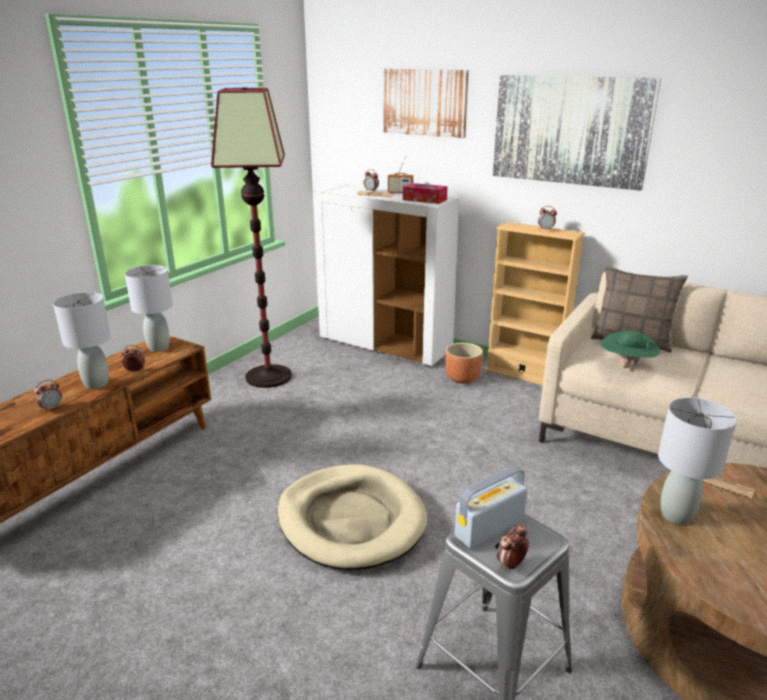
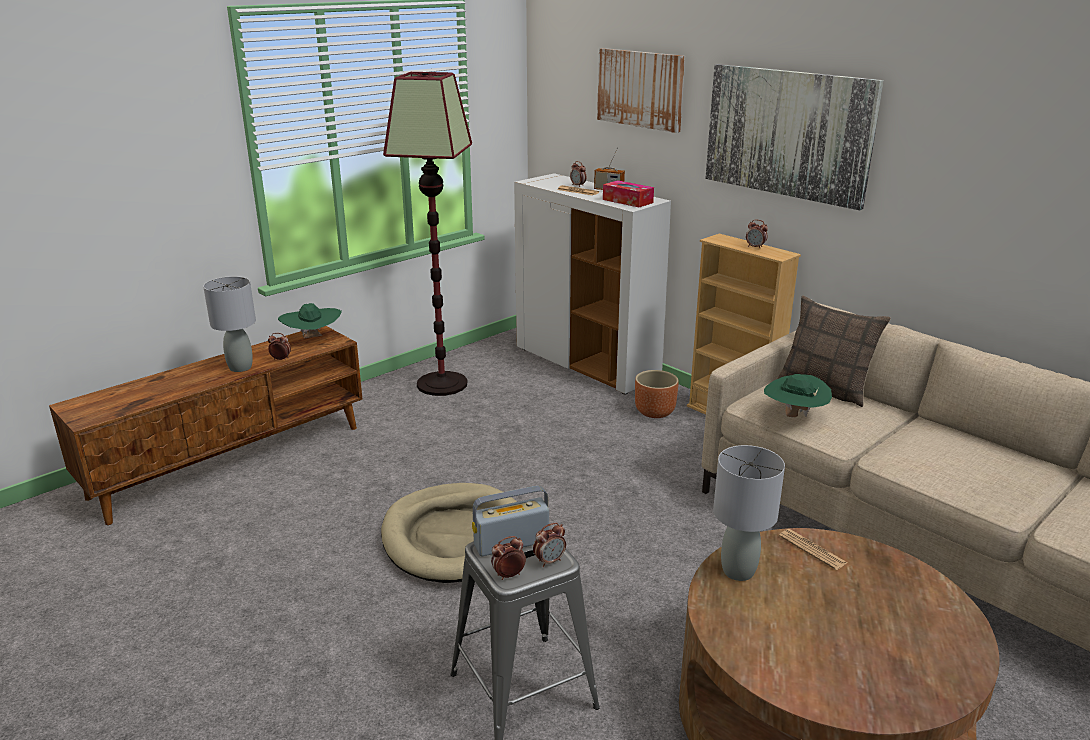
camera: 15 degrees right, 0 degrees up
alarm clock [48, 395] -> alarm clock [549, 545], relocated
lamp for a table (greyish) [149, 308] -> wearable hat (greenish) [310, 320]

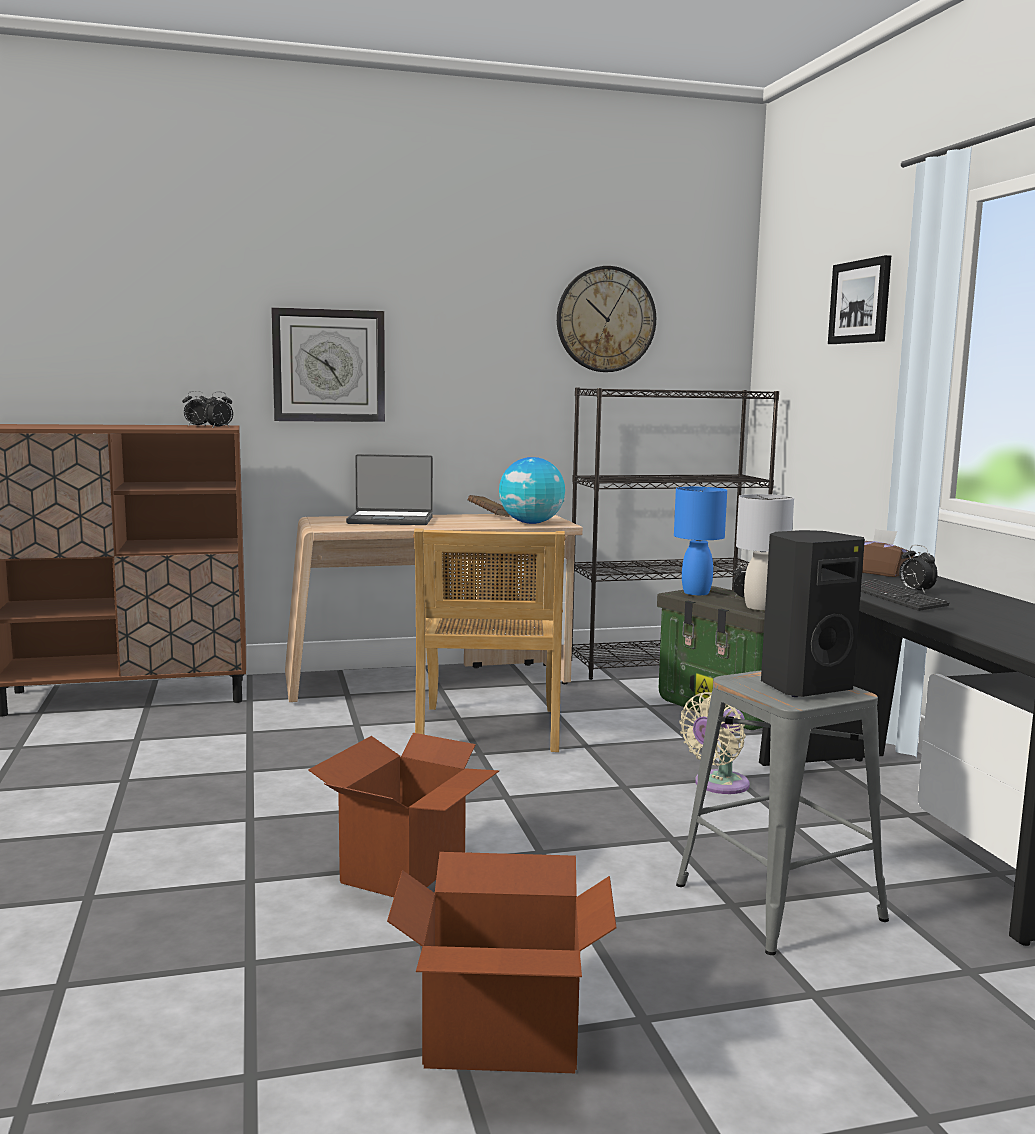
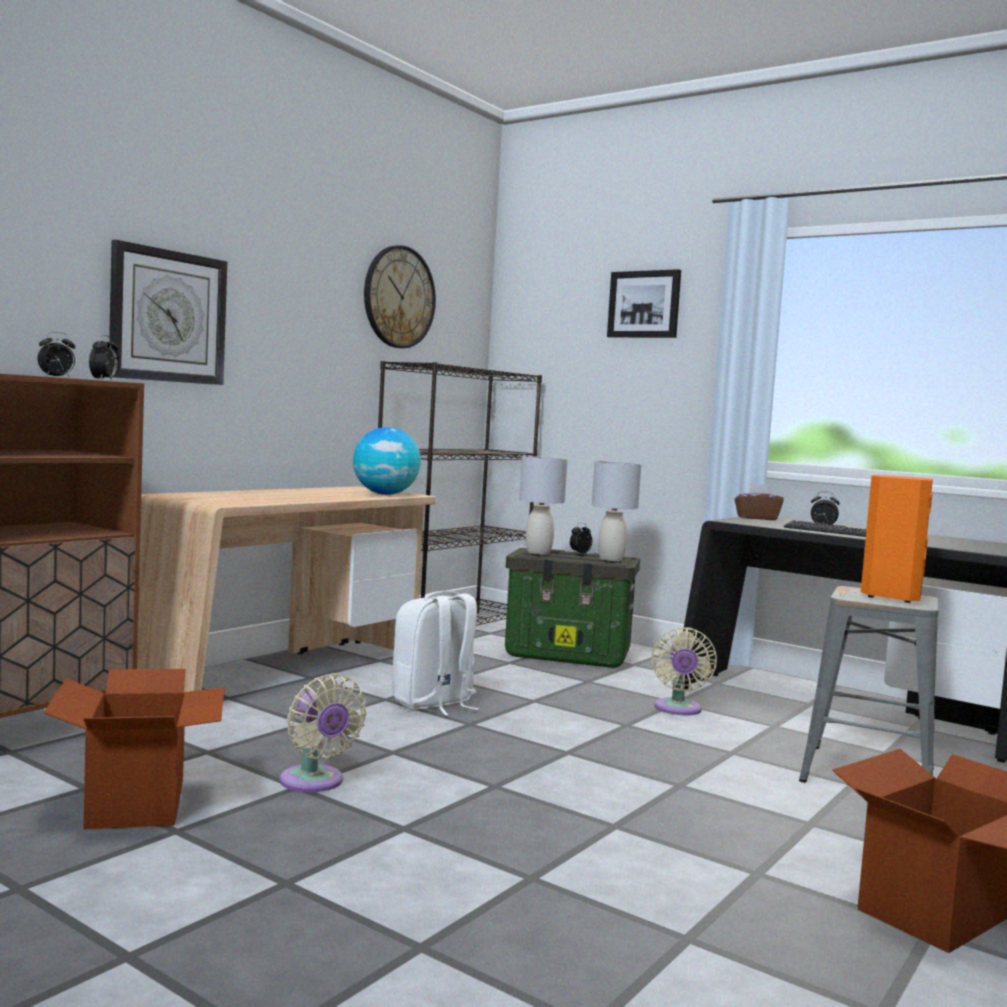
camera: 40 degrees left, 5 degrees down
notebook computer [389, 489] -> none
book (brown) [489, 506] -> none
none -> cooling fan (beige-coloured) [323, 732]
cardboard box [403, 815] -> cardboard box [134, 749], relocated
chair (beige-coloured) [490, 640] -> backpack (white-coloured) [435, 653]
lamp for a table (blue-coloured) [700, 541] -> lamp for a table (greyish) [543, 505]
loudspeaker (blackish) [813, 613] -> loudspeaker (orangey) [897, 539]

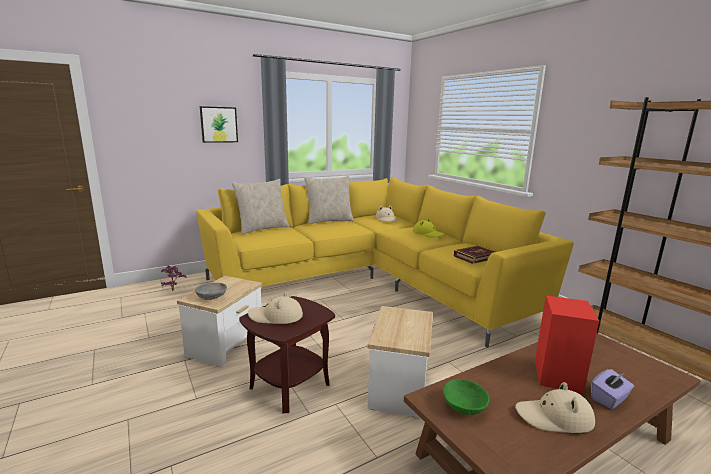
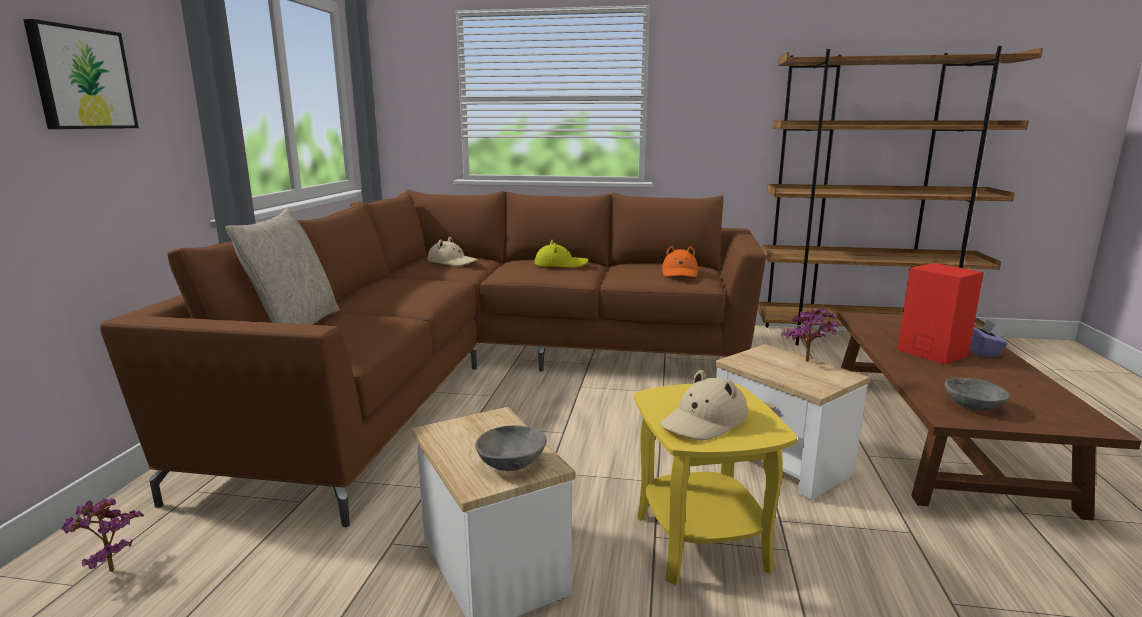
camera: 50 degrees left, 0 degrees up
cushion (beige-coloured) [329, 200] -> none
wearable hat (beige-coloured) [555, 407] -> none
none -> potted plant [809, 334]
book [475, 254] -> wearable hat (orangey) [680, 261]
couch (yellow) [385, 262] -> couch (brown) [433, 358]
end table (brown) [287, 354] -> end table (yellow) [715, 484]
serving bowl (greenish) [466, 397] -> serving bowl (greyish) [977, 394]

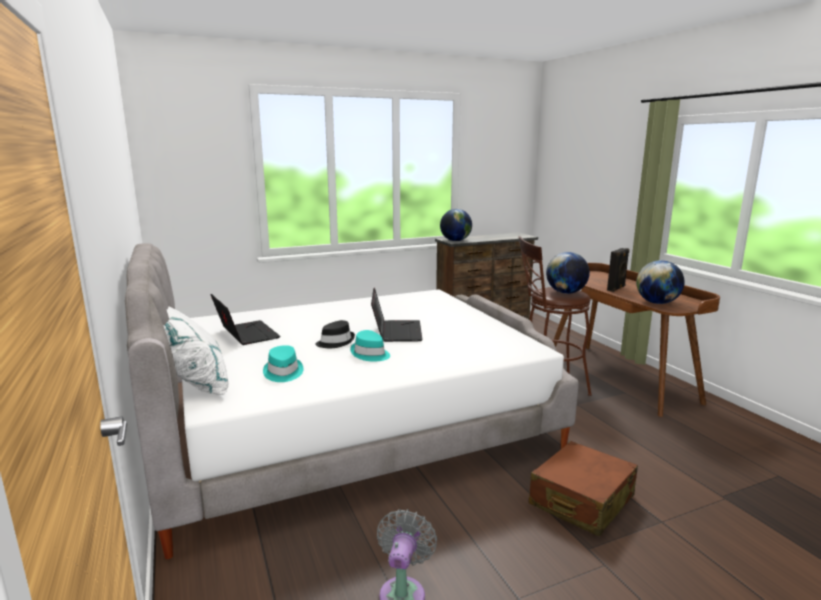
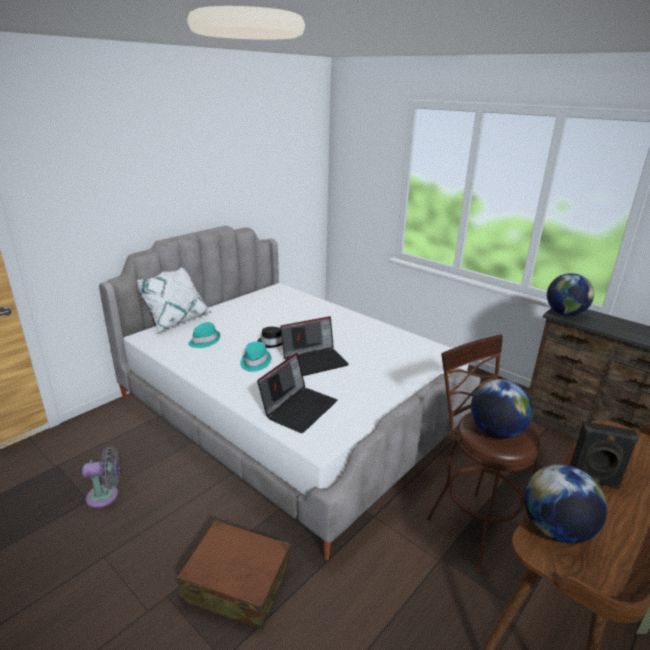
camera: 65 degrees right, 10 degrees up
notebook computer [245, 319] -> notebook computer [297, 393], relocated

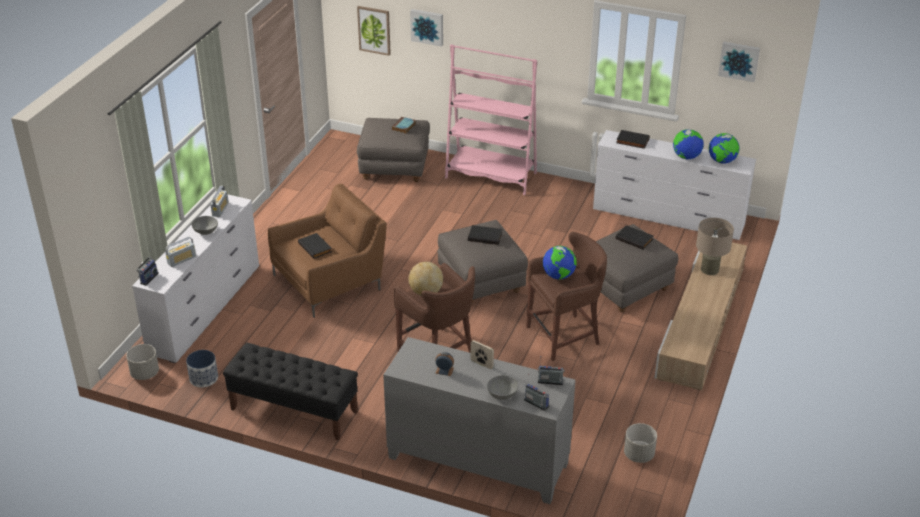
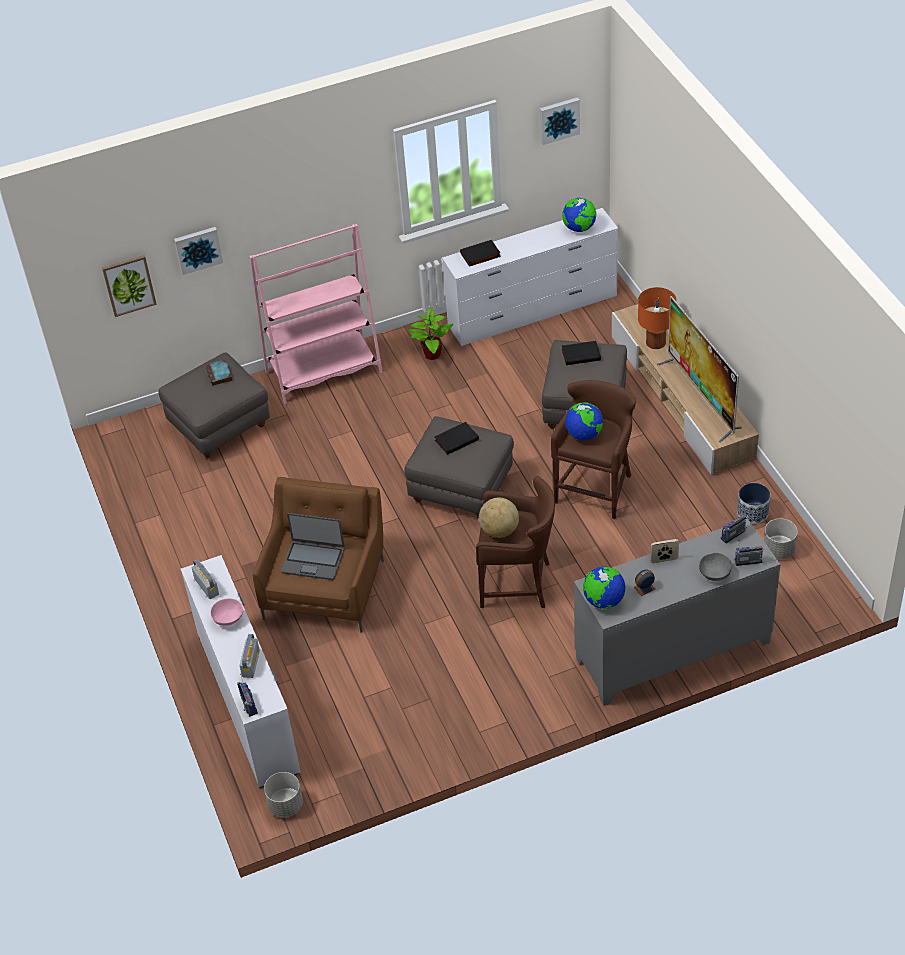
camera: 40 degrees left, 10 degrees up
long seat (blackish) [290, 392] -> none
none -> potted plant [430, 333]
none -> TV [699, 369]
flower pot [202, 368] -> flower pot [753, 503], relocated
world globe [688, 144] -> world globe [604, 587], relocated
book (blackish) [315, 246] -> notebook computer [312, 546]
serving bowl (greyish) [205, 225] -> serving bowl (pink-coloured) [227, 612]
lamp for a table (beige-coloured) [715, 246] -> lamp for a table (orangey) [657, 318]

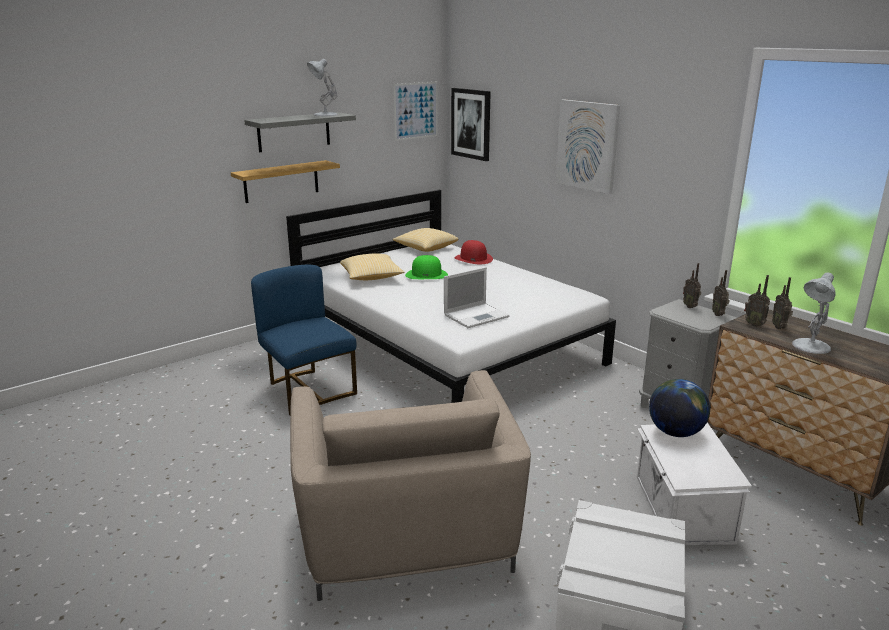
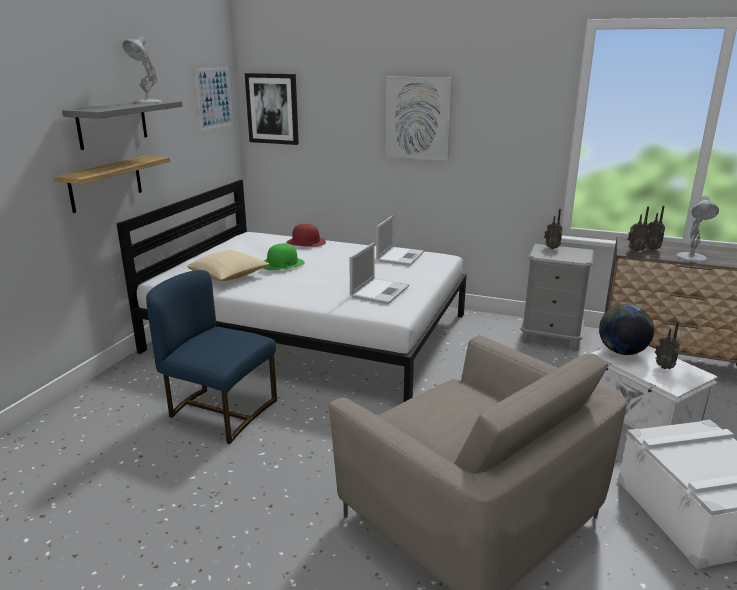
camera: 30 degrees left, 0 degrees up
cushion [425, 240] -> none
none -> notebook computer [400, 240]
radio [721, 293] -> radio [667, 345], relocated

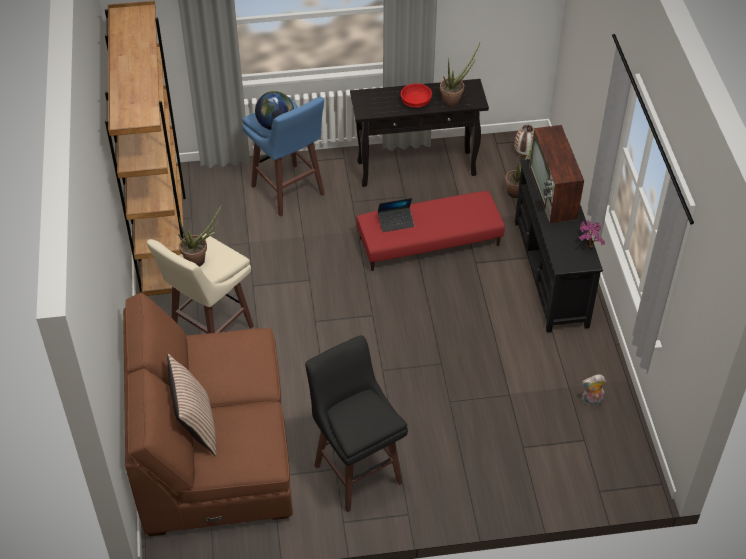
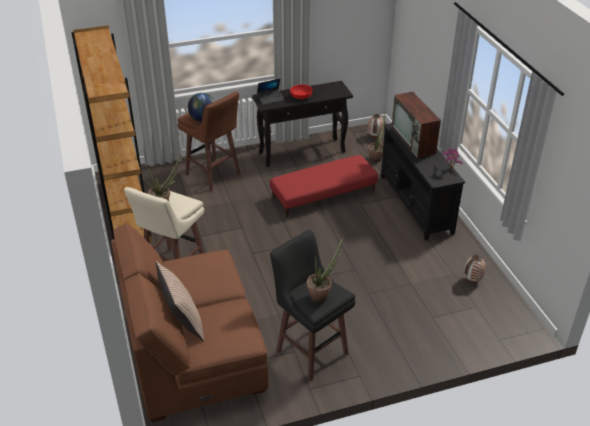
camera: 10 degrees left, 10 degrees down
notebook computer [396, 215] -> notebook computer [270, 92], relocated
potted plant [460, 75] -> potted plant [325, 270], relocated
cuddly toy [594, 389] -> vase [475, 268]
sitting stool (blue-coloured) [283, 157] -> sitting stool (brown) [209, 141]

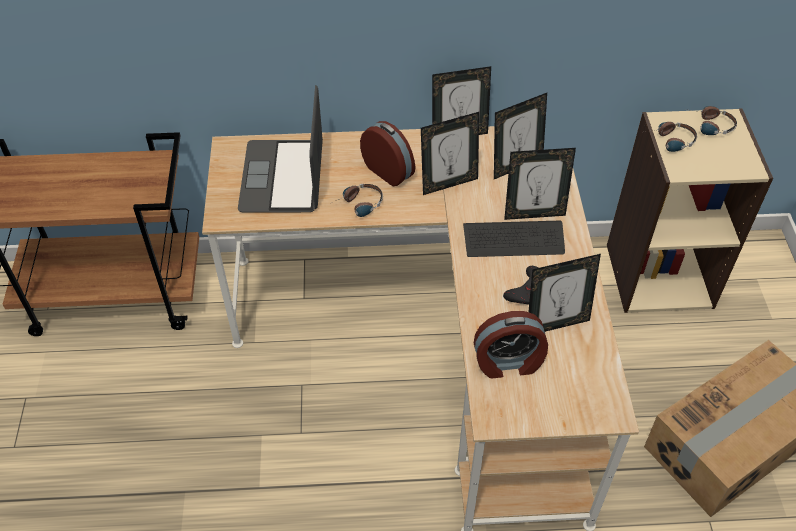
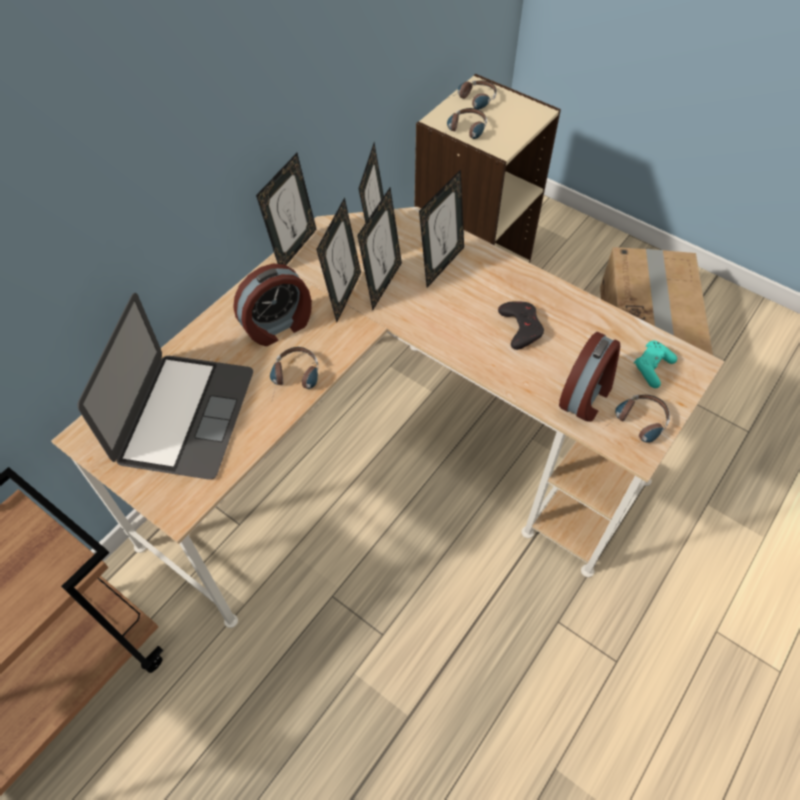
camera: 50 degrees left, 5 degrees up
keyboard [514, 239] -> none
none -> headphones [637, 419]
none -> joypad (blue-green) [655, 364]
photo frame [564, 293] -> photo frame [379, 249], relocated
notebook computer [280, 148] -> notebook computer [165, 386], 120 degrees counterclockwise
alarm clock [388, 153] -> alarm clock [272, 304], 150 degrees clockwise

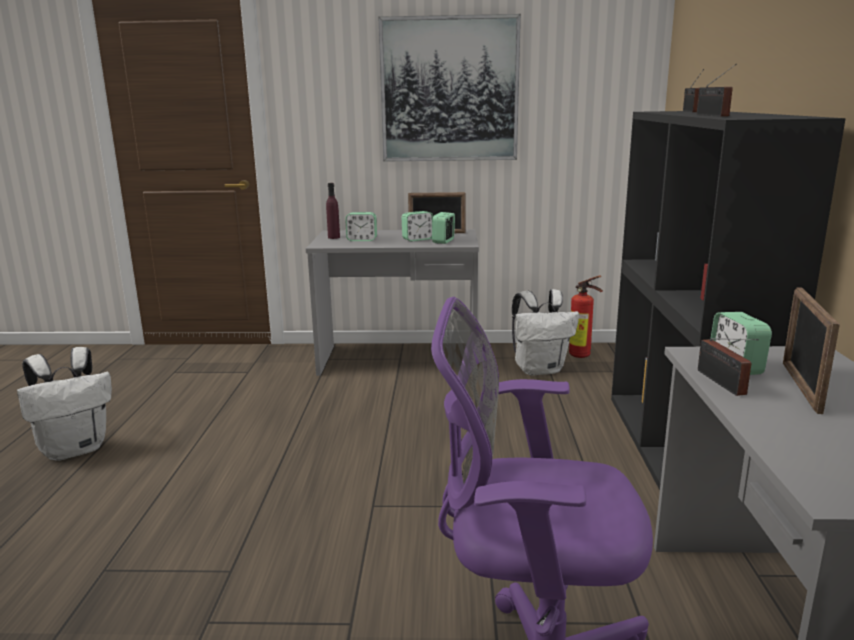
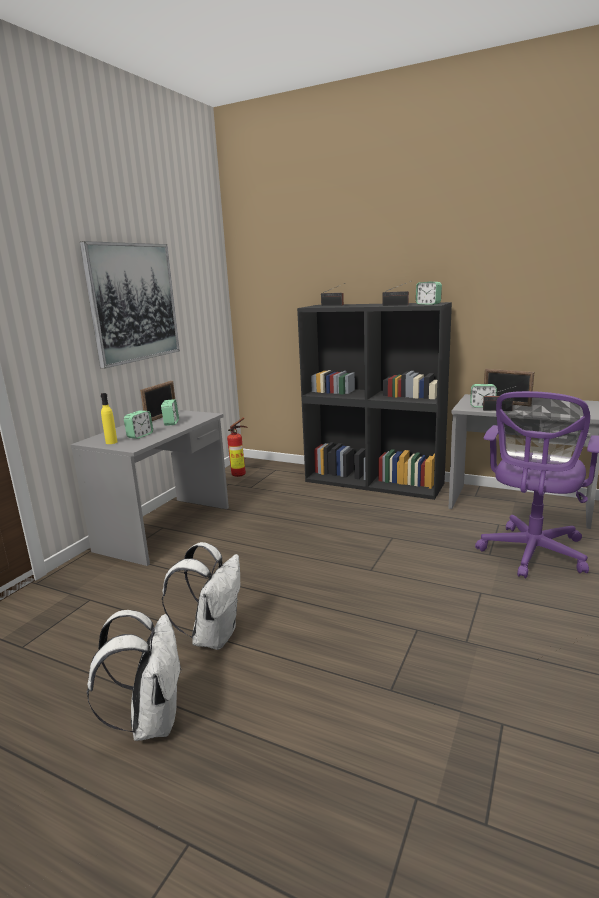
camera: 65 degrees left, 0 degrees up
alarm clock [443, 228] -> alarm clock [429, 293], relocated
backpack (white-coloured) [545, 332] -> backpack (white-coloured) [201, 596], relocated
bottle (purplish) [333, 211] -> bottle (yellow) [109, 418]

